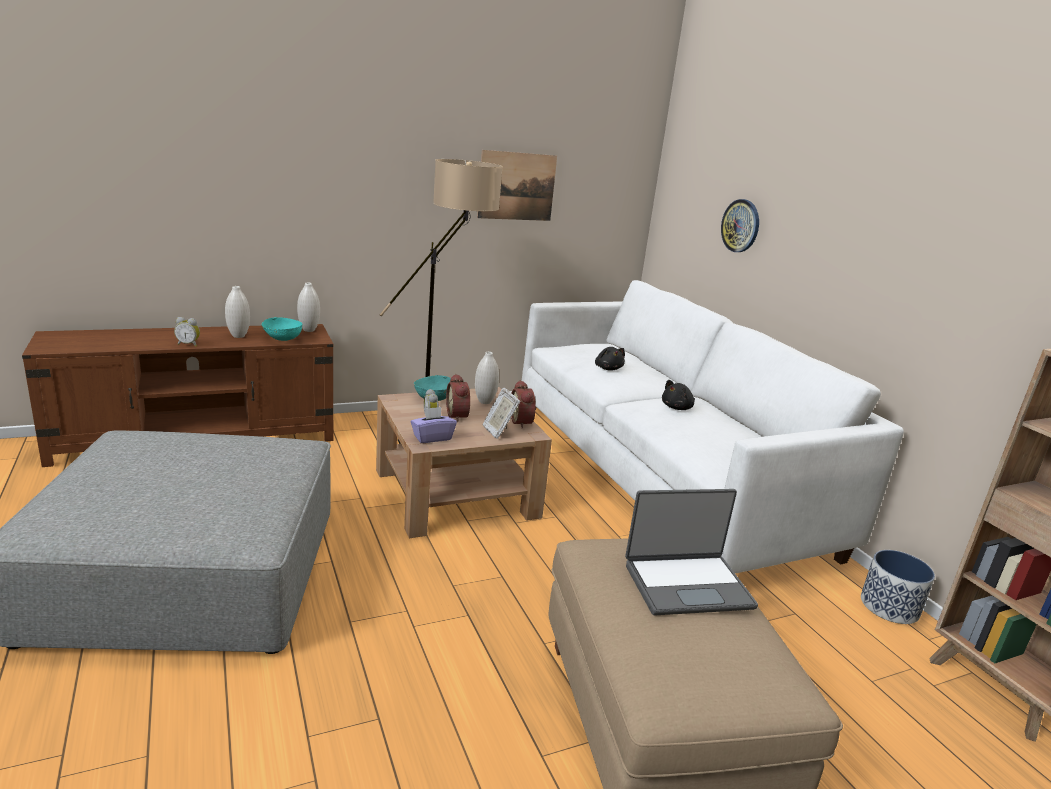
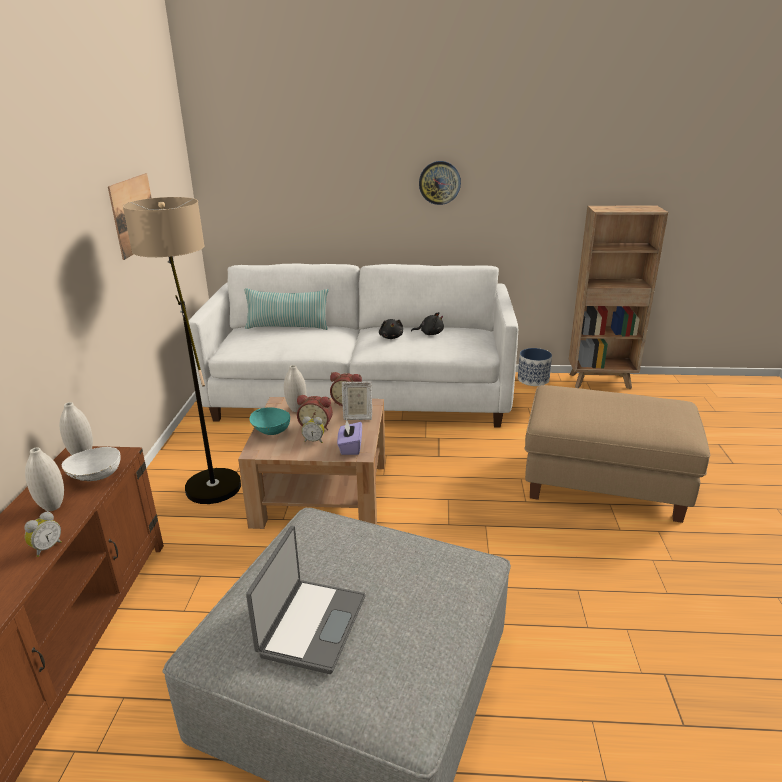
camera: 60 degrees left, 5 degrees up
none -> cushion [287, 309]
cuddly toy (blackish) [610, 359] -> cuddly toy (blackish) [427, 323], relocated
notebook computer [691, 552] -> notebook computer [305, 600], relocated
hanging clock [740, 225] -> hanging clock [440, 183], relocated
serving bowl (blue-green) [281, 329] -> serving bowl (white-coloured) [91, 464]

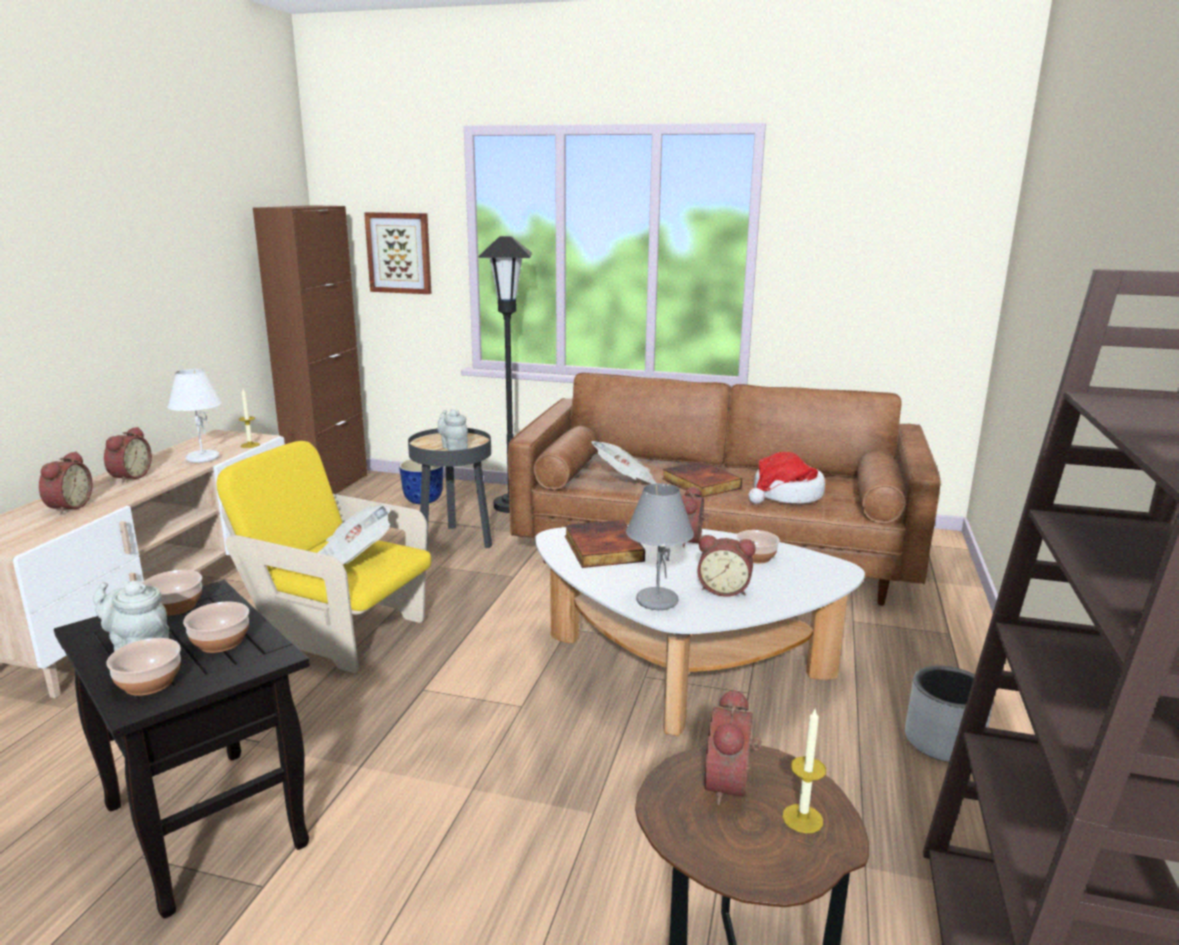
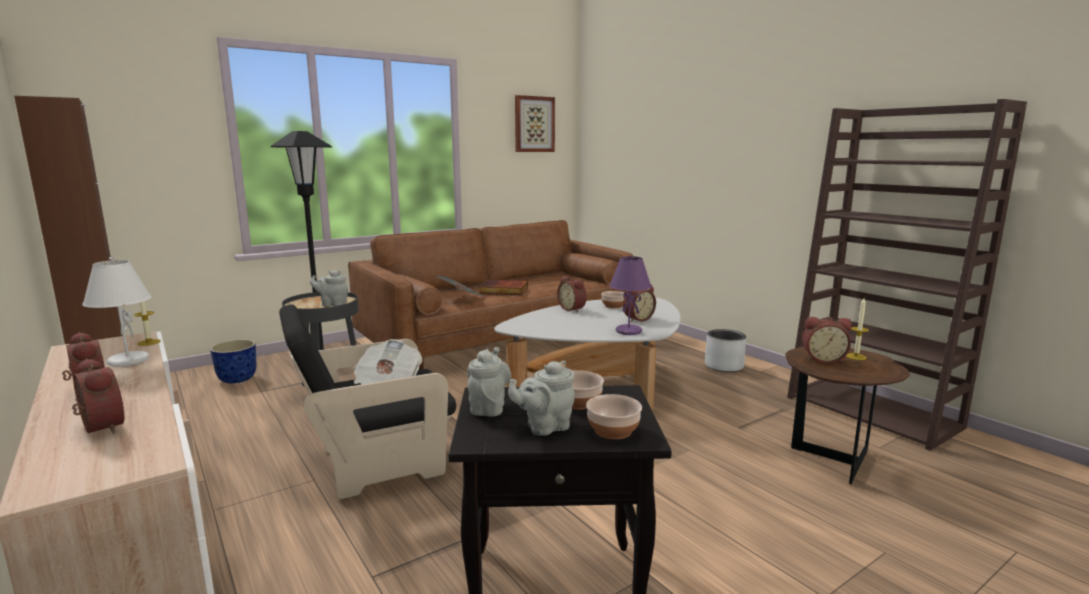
camera: 50 degrees left, 5 degrees down
book [605, 544] -> none
wearable hat [786, 478] -> none
wall picture [398, 253] -> wall picture [535, 123], relocated
serving bowl [172, 593] -> tea pot (greyish) [489, 381]
easy chair (yellow) [323, 557] -> easy chair (blackish) [367, 401]
lamp for a table (greyish) [660, 546] -> lamp for a table (purplish) [630, 295]
alarm clock [733, 746] -> alarm clock [827, 340], 45 degrees counterclockwise

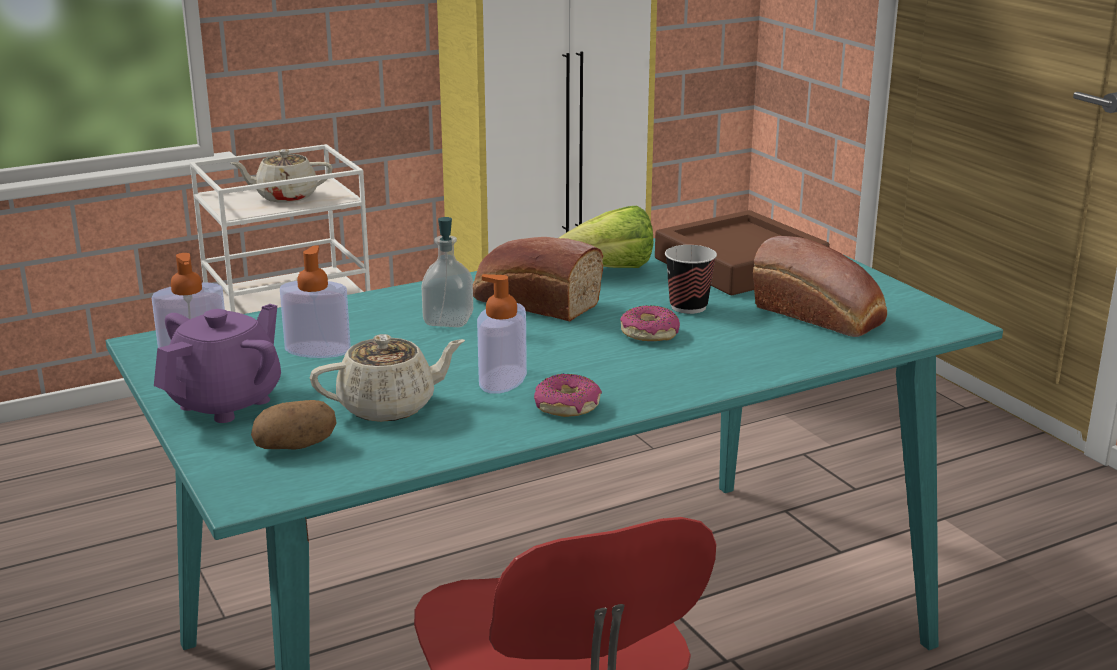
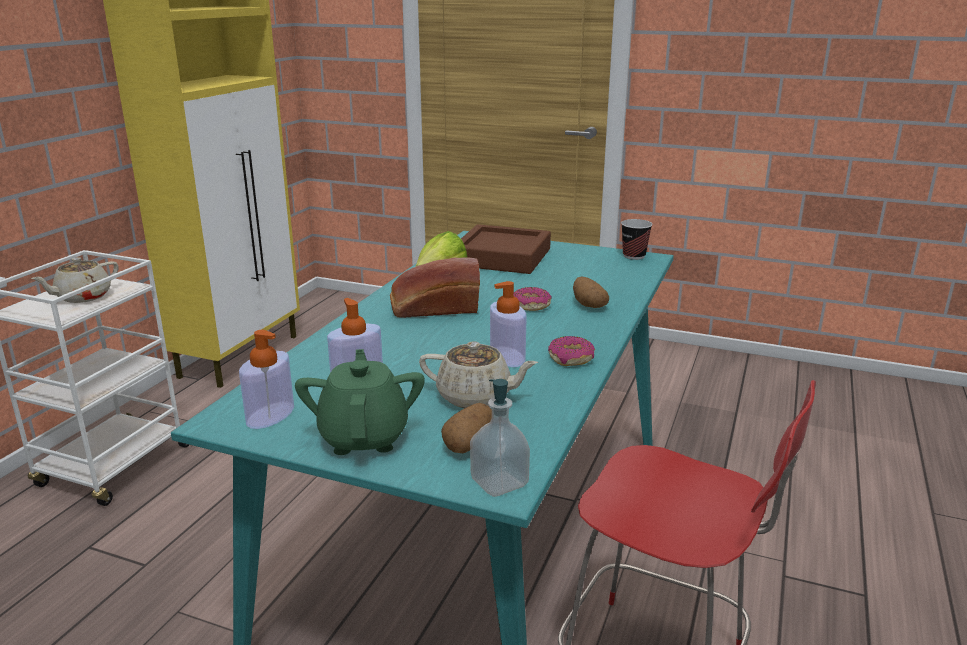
camera: 40 degrees left, 0 degrees up
baked bread [820, 286] -> none
none -> potato [591, 292]
soap bottle [447, 272] -> soap bottle [500, 438], relocated
small cup [691, 279] -> small cup [637, 239], relocated
tea pot (purplish) [217, 363] -> tea pot (greenish) [360, 402]
tea pot (beige-coloured) [387, 378] -> tea pot (beige-coloured) [478, 374], 75 degrees clockwise

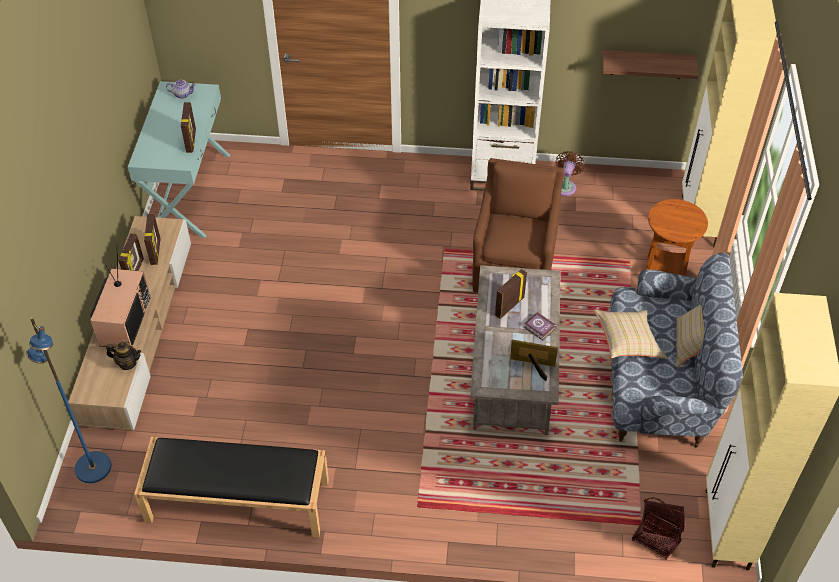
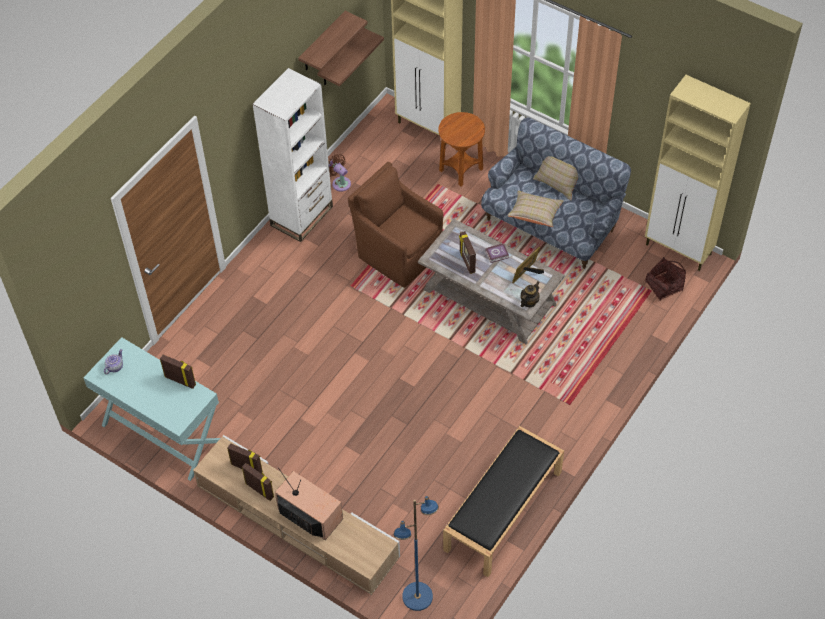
camera: 60 degrees left, 5 degrees up
none -> wall shelf [333, 41]
tea pot [123, 356] -> tea pot [530, 294], relocated

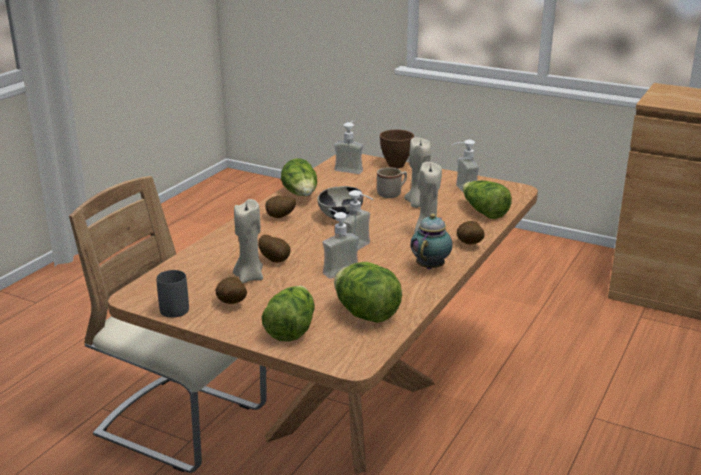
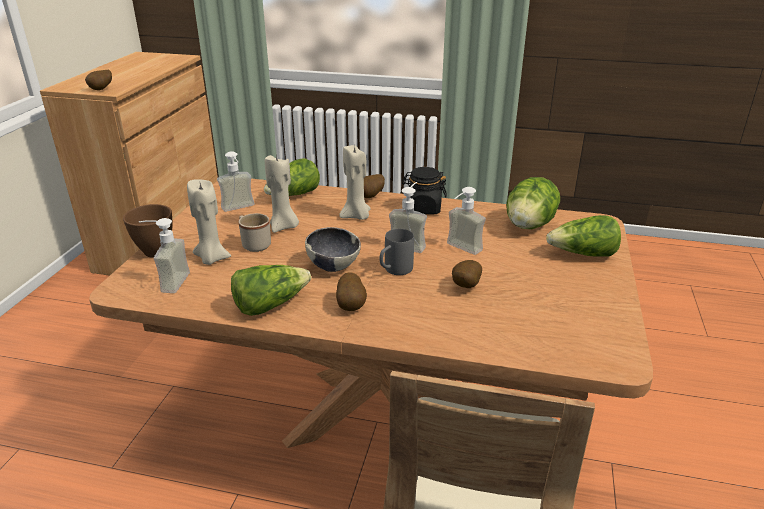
camera: 105 degrees left, 5 degrees up
coffee mug (greyish) [172, 294] -> coffee mug (greyish) [397, 252], relocated
potato [231, 290] -> potato [98, 80], relocated
wax light (beige-coloured) [248, 241] -> wax light (beige-coloured) [209, 222], relocated
tea pot [431, 241] -> preserve jar (blackish) [424, 191]

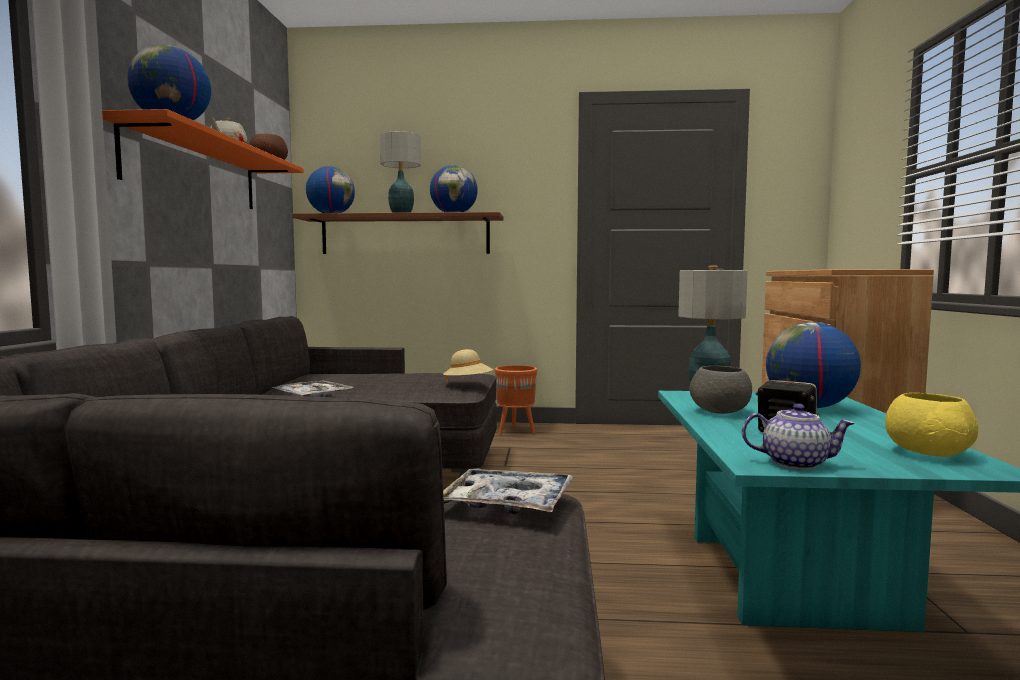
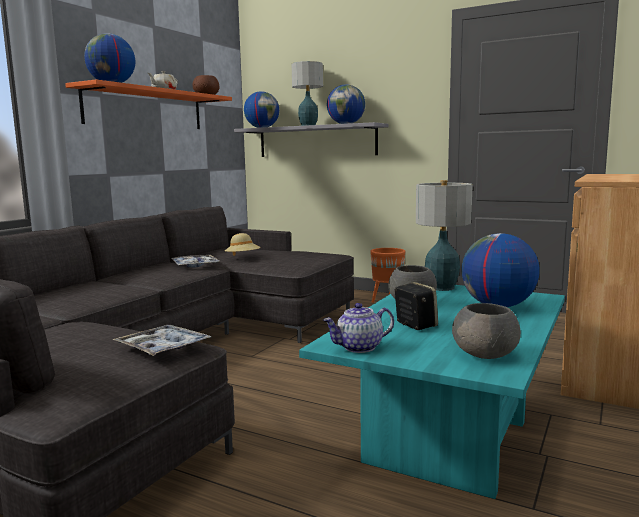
camera: 25 degrees right, 5 degrees up
wearable hat (beige-coloured) [468, 366] -> wearable hat (beige-coloured) [243, 244], relocated
wall shelf (brown) [397, 233] -> wall shelf (greyish) [311, 139]
serving bowl (yellow) [931, 425] -> serving bowl (greyish) [486, 331]
tea pot [798, 436] -> tea pot [358, 328], 120 degrees clockwise

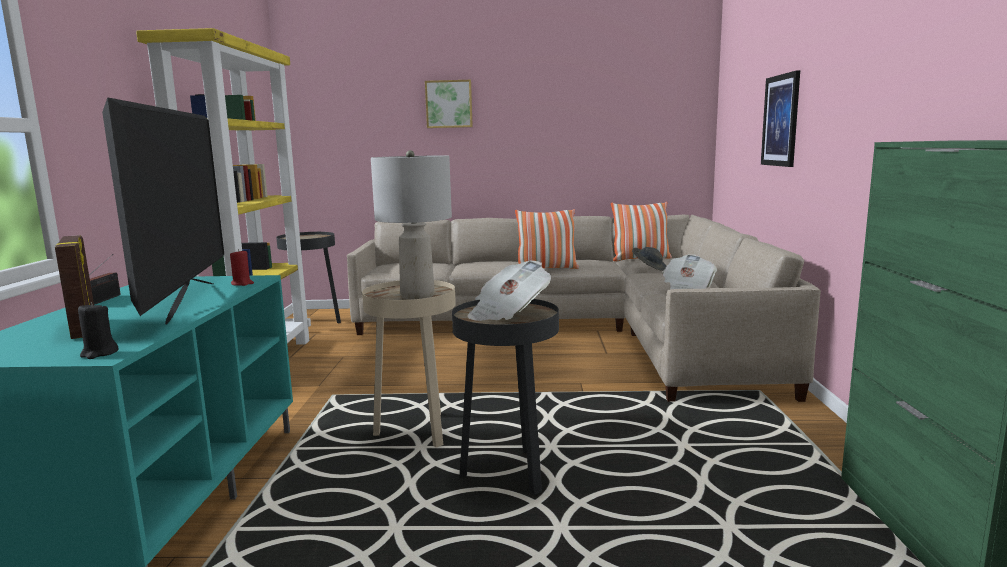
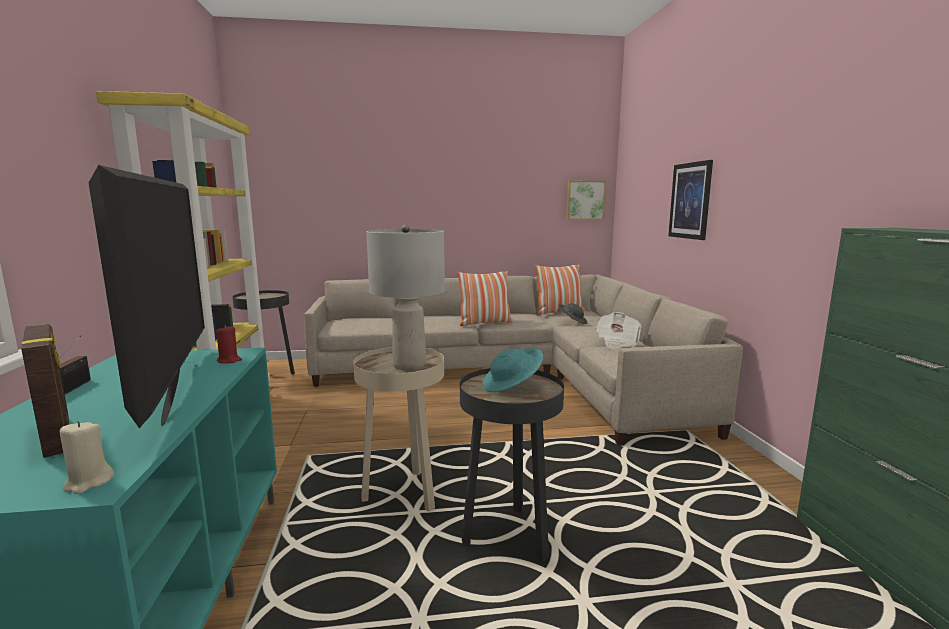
camera: 10 degrees left, 0 degrees up
wall picture [449, 104] -> wall picture [586, 200], relocated
daily paper [509, 290] -> wearable hat (blue-green) [512, 370]
wax light (blackish) [98, 330] -> wax light (beige-coloured) [87, 457]

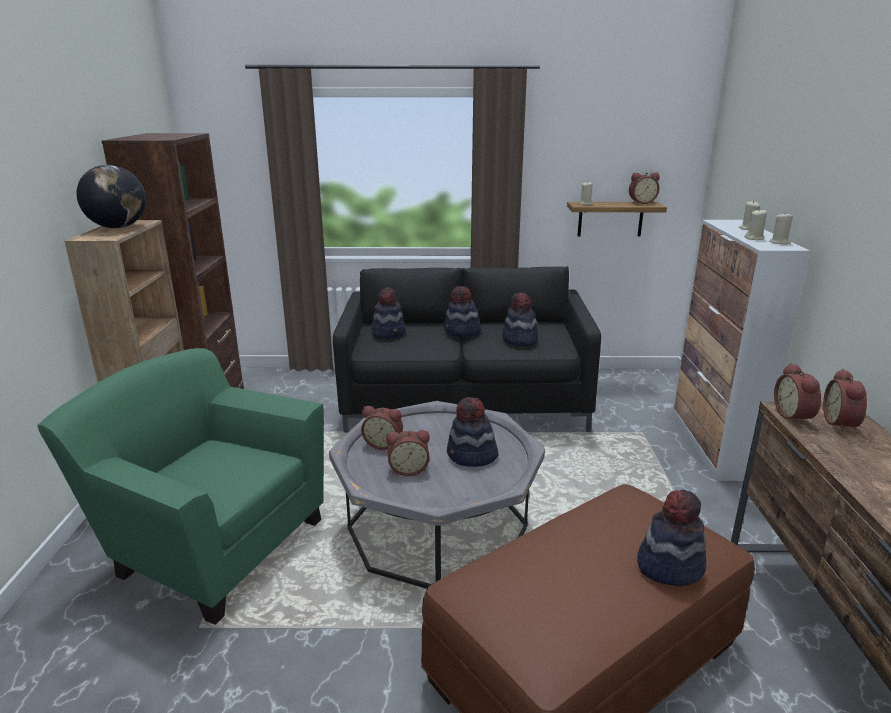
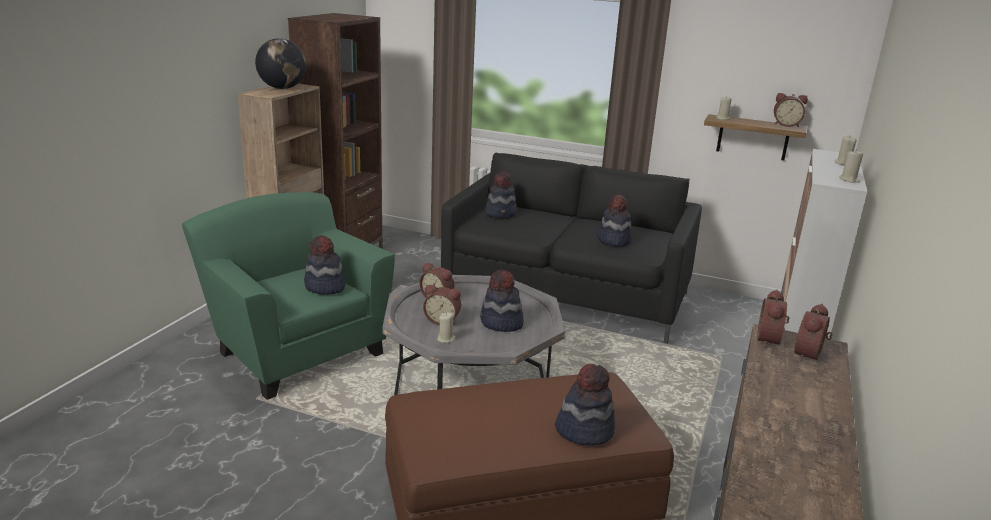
camera: 20 degrees right, 0 degrees up
wearable hat [462, 311] -> wearable hat [324, 265], relocated
wax light (beige-coloured) [756, 224] -> wax light (beige-coloured) [446, 327], relocated

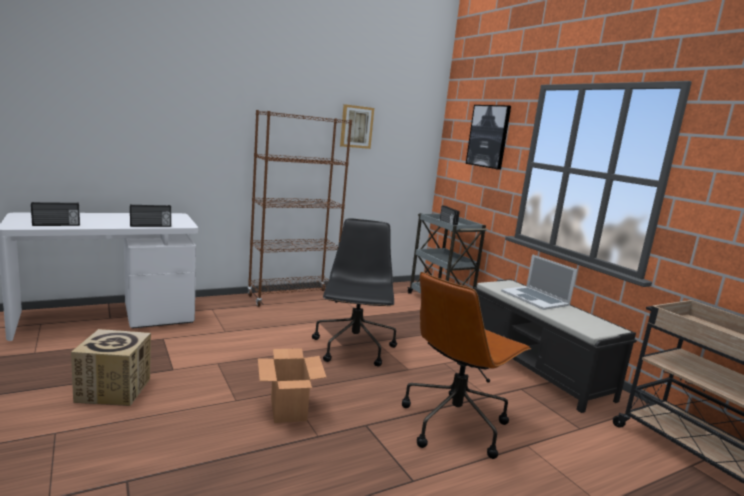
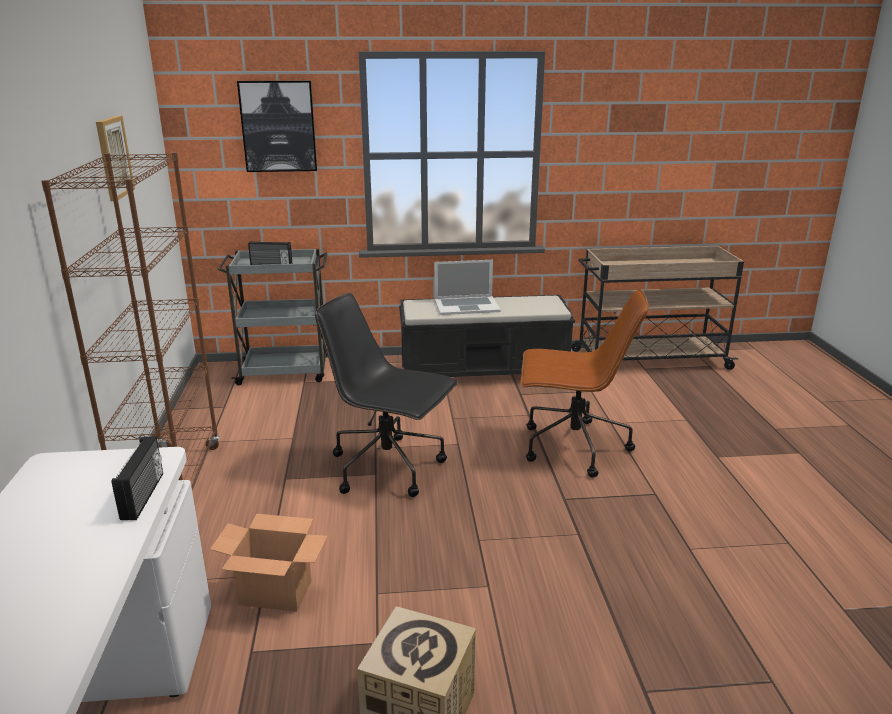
camera: 65 degrees left, 10 degrees up
radio [55, 214] -> none
cardboard box [292, 385] -> cardboard box [269, 563], relocated
office chair (brown) [466, 365] -> office chair (brown) [584, 383], 60 degrees counterclockwise

